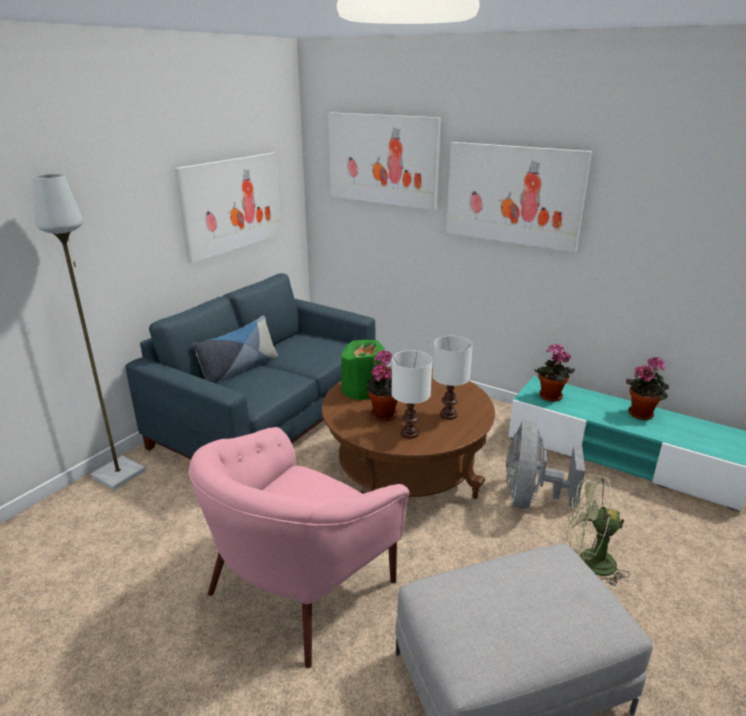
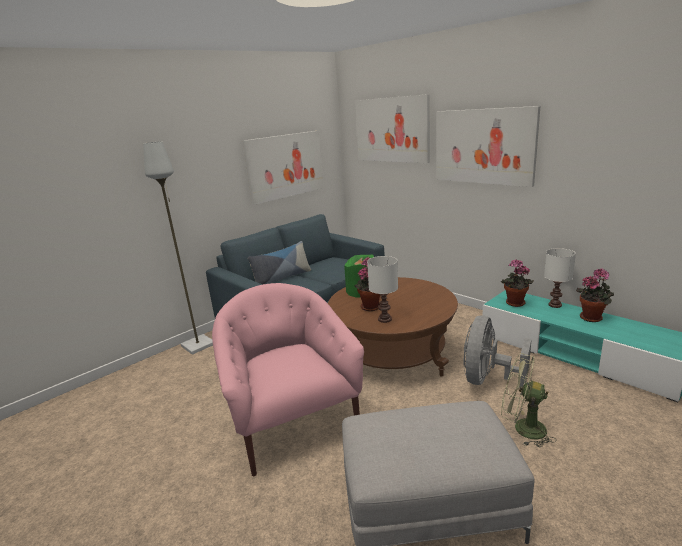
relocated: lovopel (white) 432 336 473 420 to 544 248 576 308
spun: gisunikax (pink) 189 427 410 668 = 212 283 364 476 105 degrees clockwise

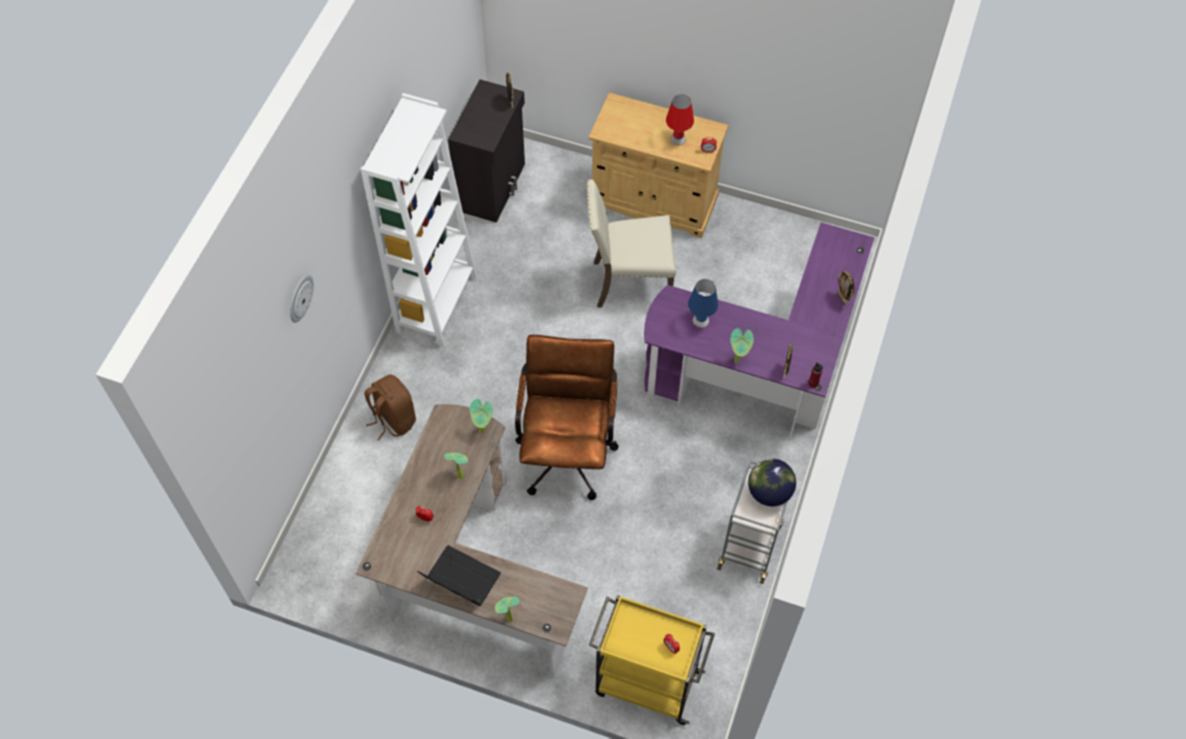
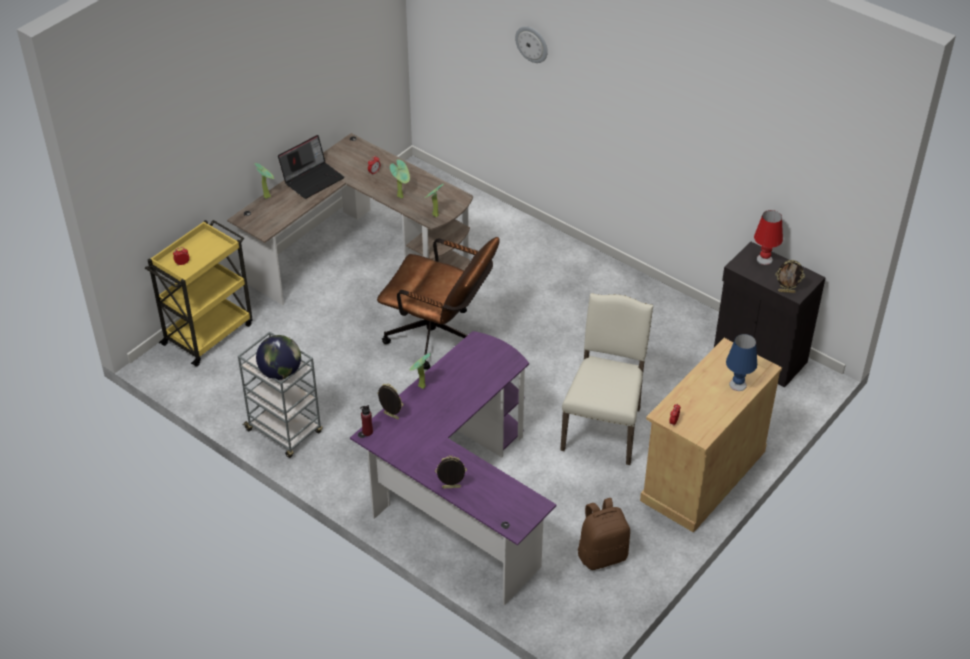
missing: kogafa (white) 361 93 478 347
relocated: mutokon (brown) 365 374 416 440 to 578 498 630 570; lovopel (red) 666 94 694 145 to 754 210 783 265; lovopel (blue) 688 279 718 328 to 726 334 757 391

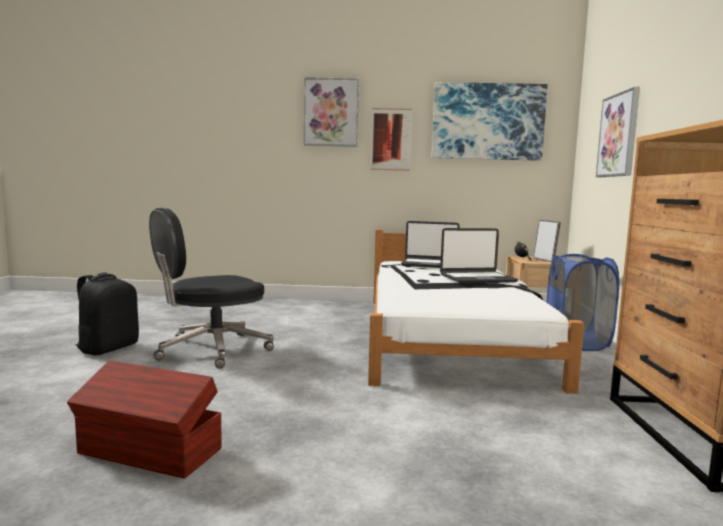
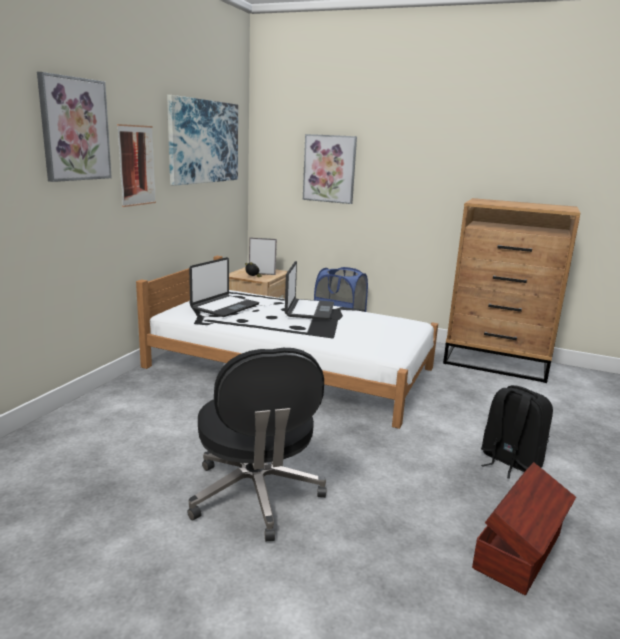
relocated: mutokon (black) 76 273 139 355 to 481 385 553 479

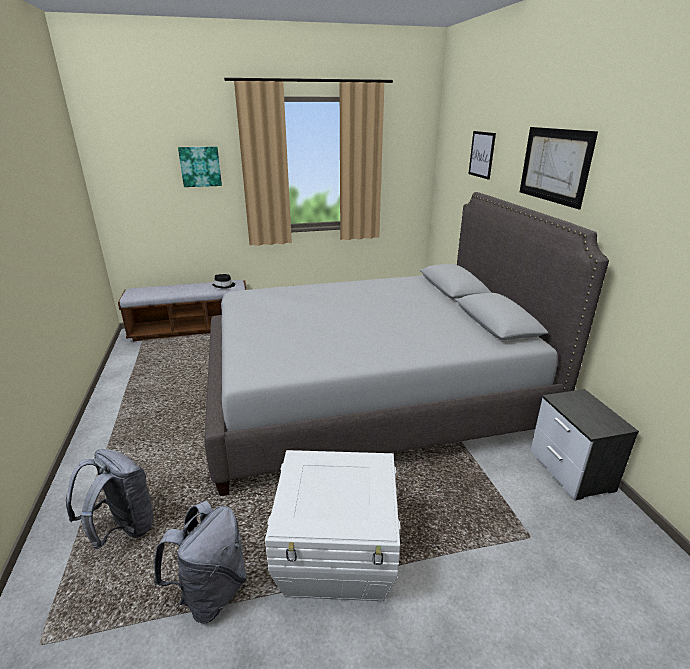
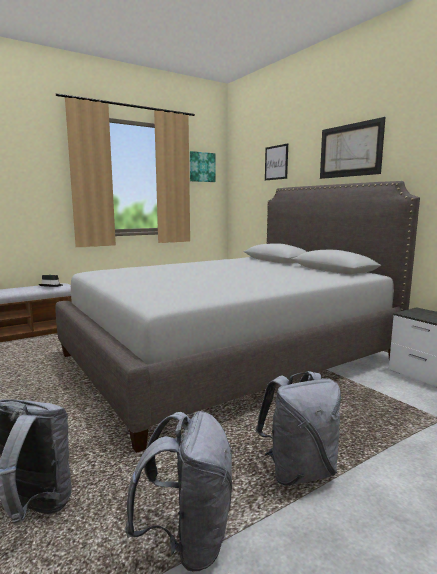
relocated: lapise 178 146 222 187 to 190 151 215 182
exchanged: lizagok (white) 265 450 401 601 to mutokon (grey) 256 371 341 486

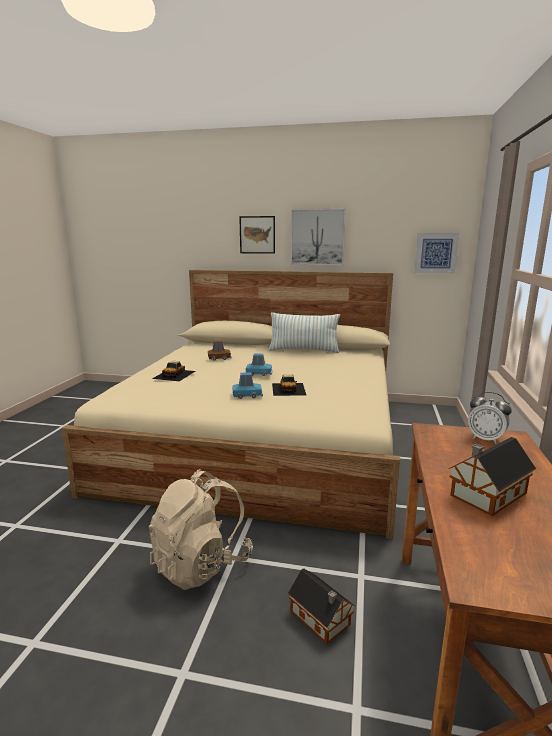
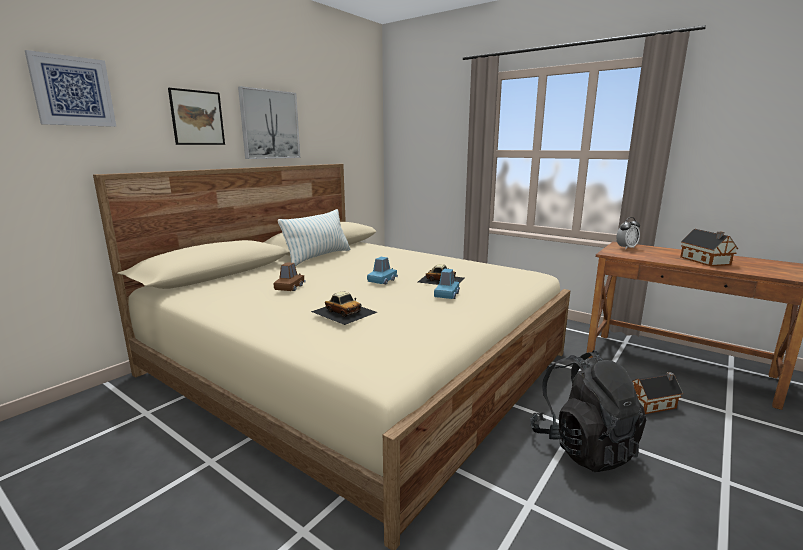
relocated: lapise 414 233 459 274 to 25 50 116 127
colour: mutokon (beige) 149 469 253 590 to mutokon (black) 530 350 646 472

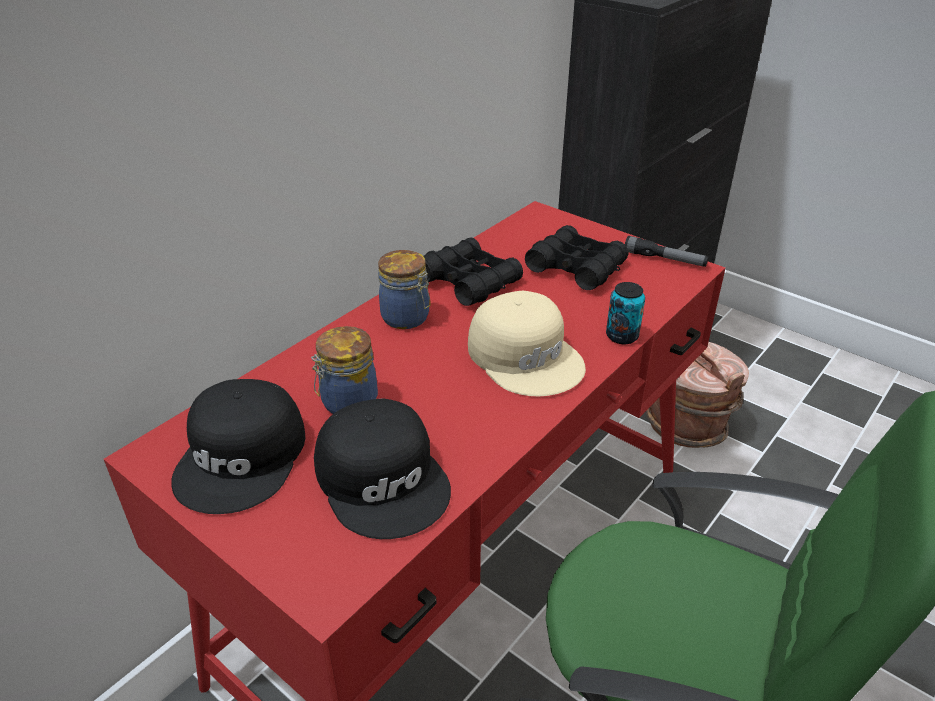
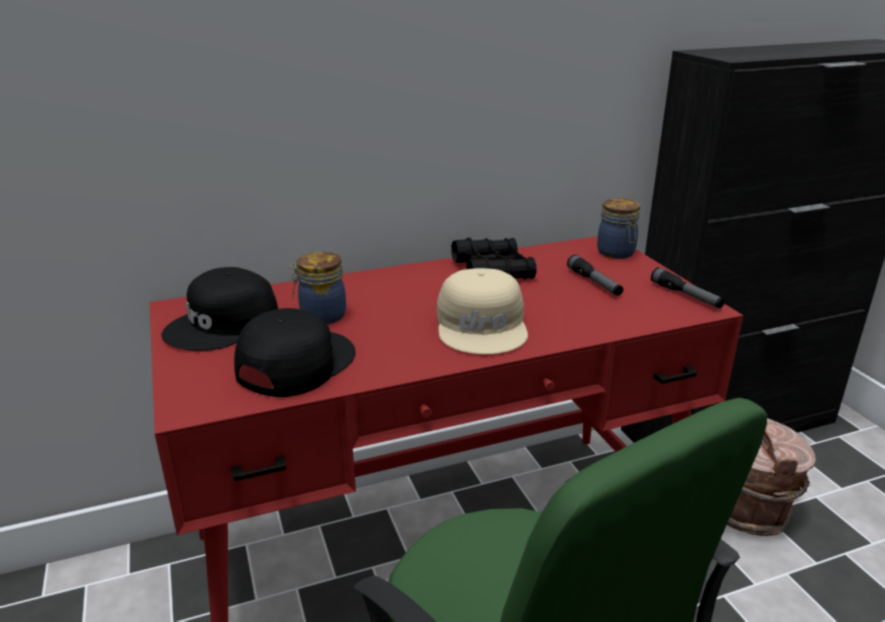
missing: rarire 606 282 645 344
relocated: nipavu 378 250 431 329 to 597 198 640 259
exchanged: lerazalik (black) 525 225 628 290 to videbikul 567 255 623 296
spun: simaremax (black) 314 399 451 539 = 234 308 355 397 150 degrees counterclockwise

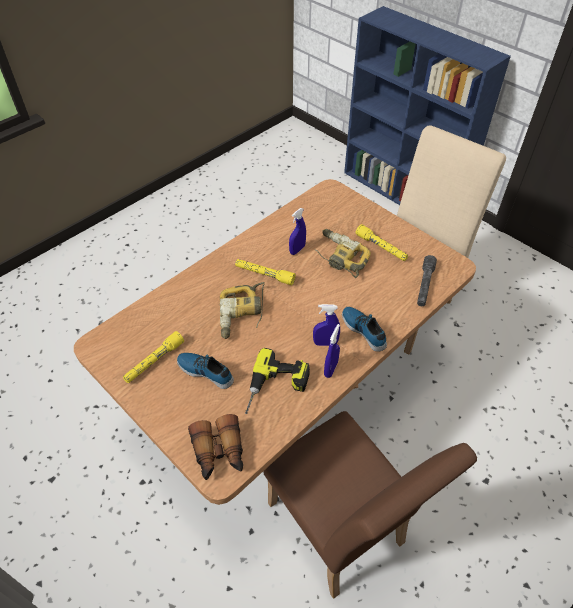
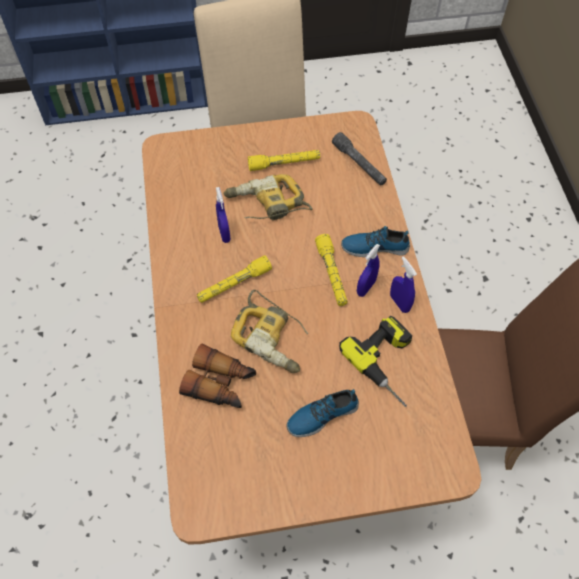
relocated: videbikul (yellow) 123 331 184 383 to 315 234 348 306; lerazalik 188 414 243 480 to 179 344 256 408

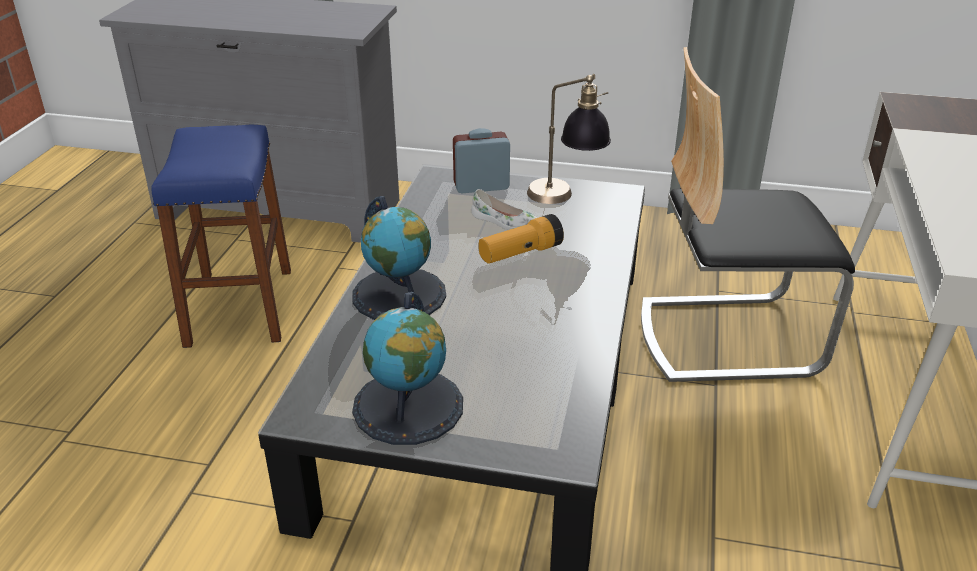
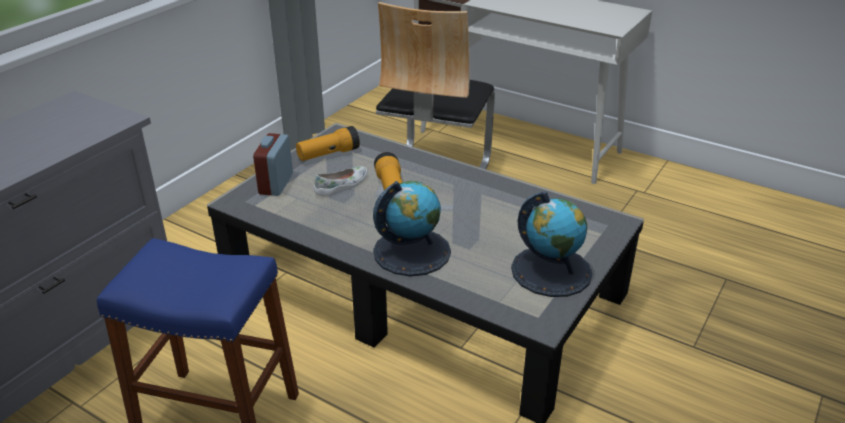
exchanged: lovopel 527 74 611 204 to videbikul 296 126 360 161

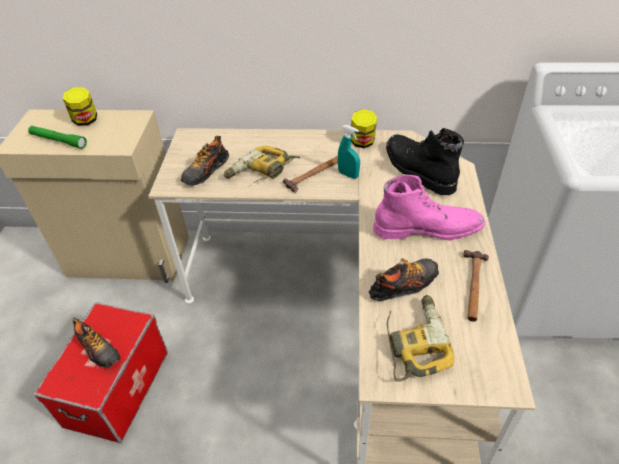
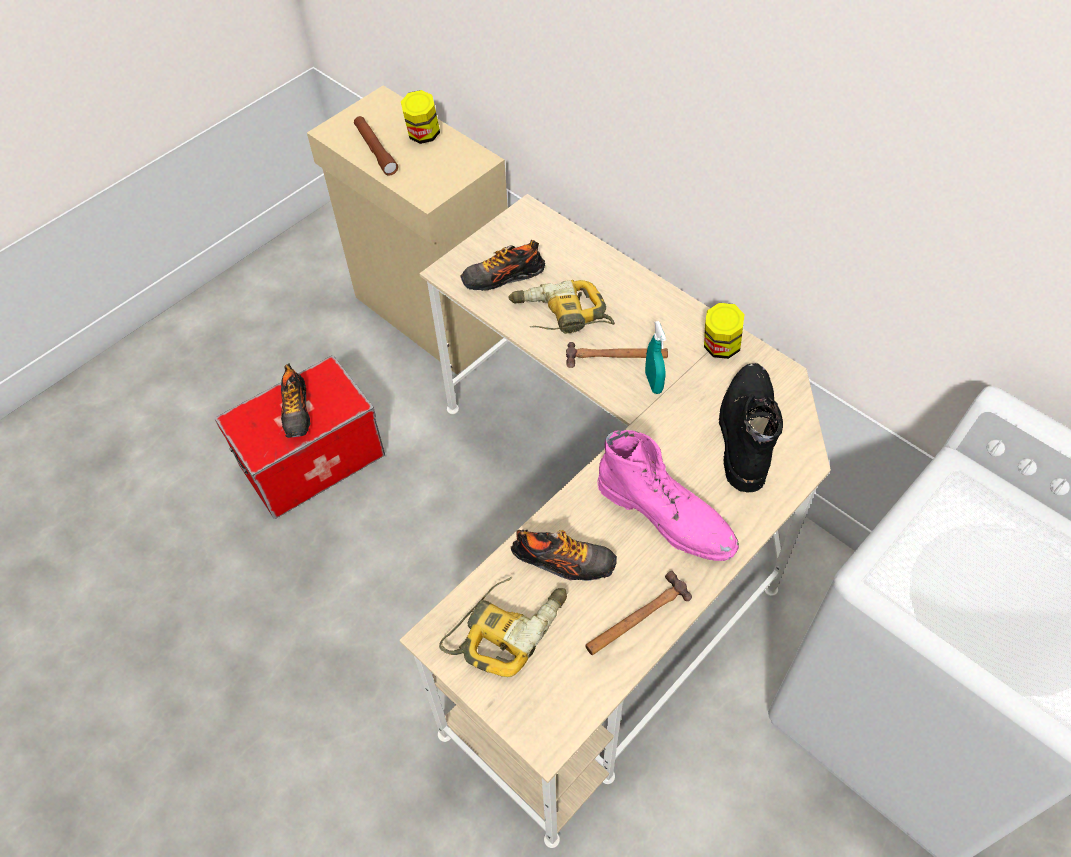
colour: videbikul (green) 28 126 87 149 to videbikul (brown) 354 116 398 176

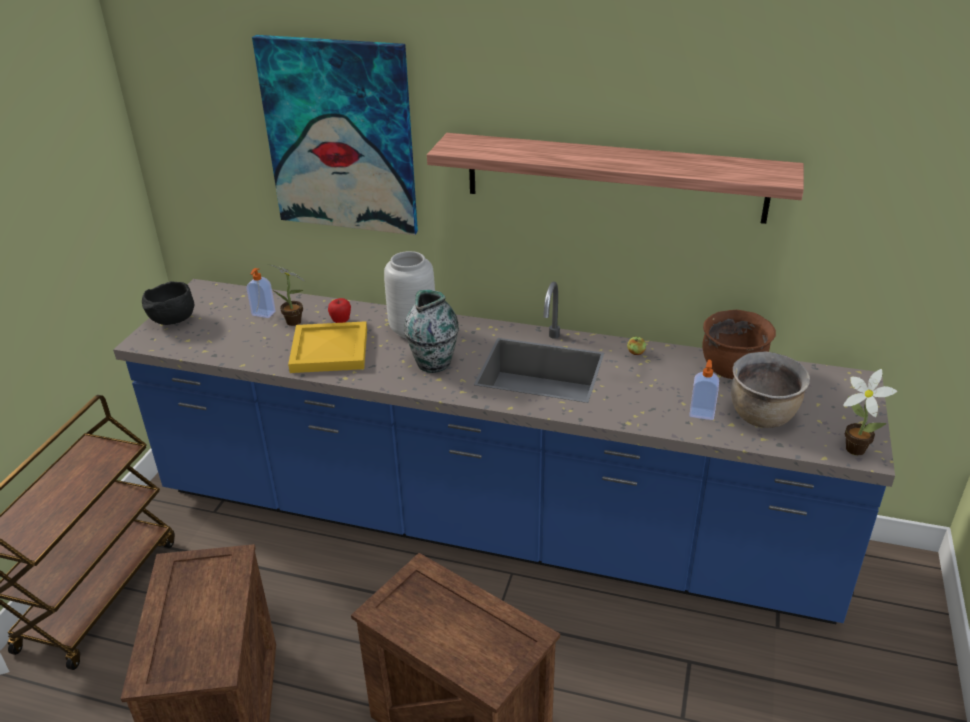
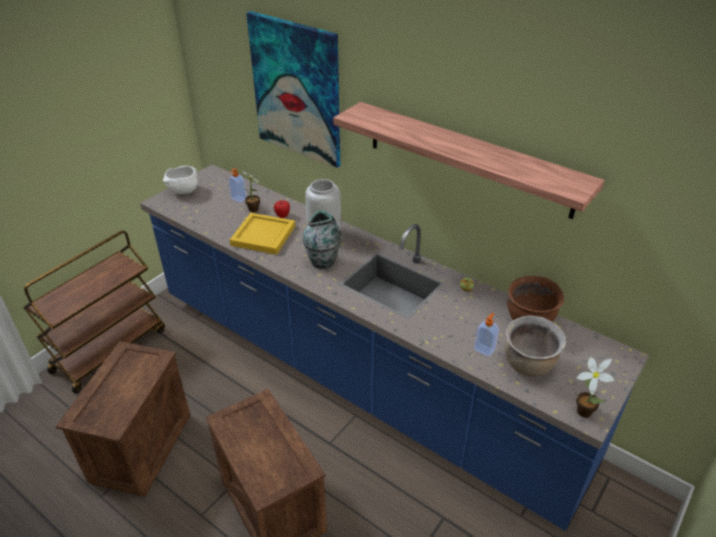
colour: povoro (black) 142 281 194 325 to povoro (white) 163 165 198 194

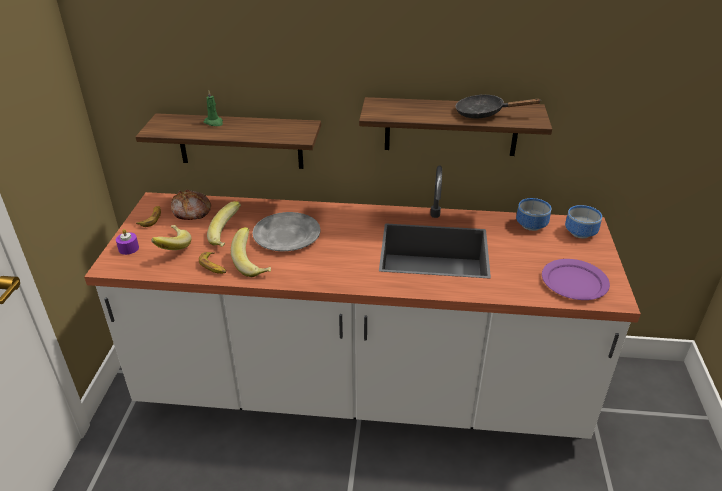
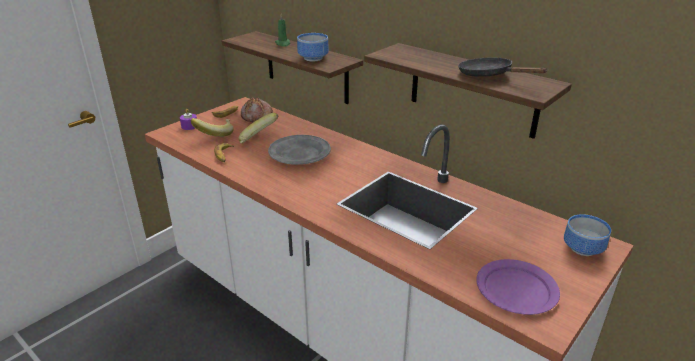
missing: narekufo 231 227 271 277
relocated: povoro 516 198 551 231 to 297 33 329 62

